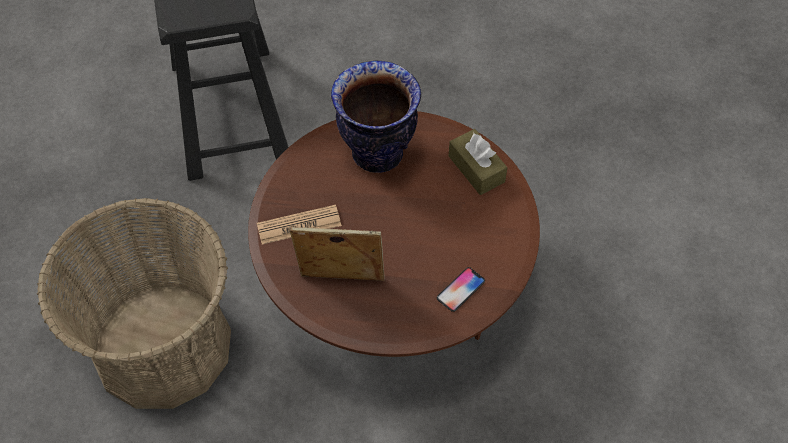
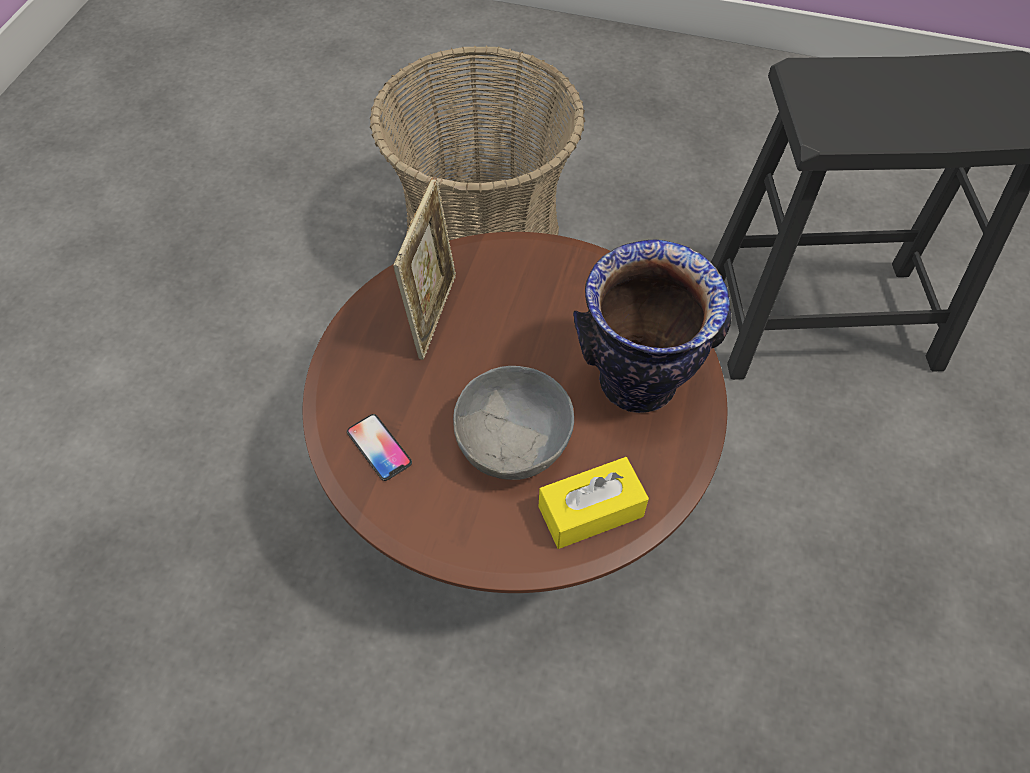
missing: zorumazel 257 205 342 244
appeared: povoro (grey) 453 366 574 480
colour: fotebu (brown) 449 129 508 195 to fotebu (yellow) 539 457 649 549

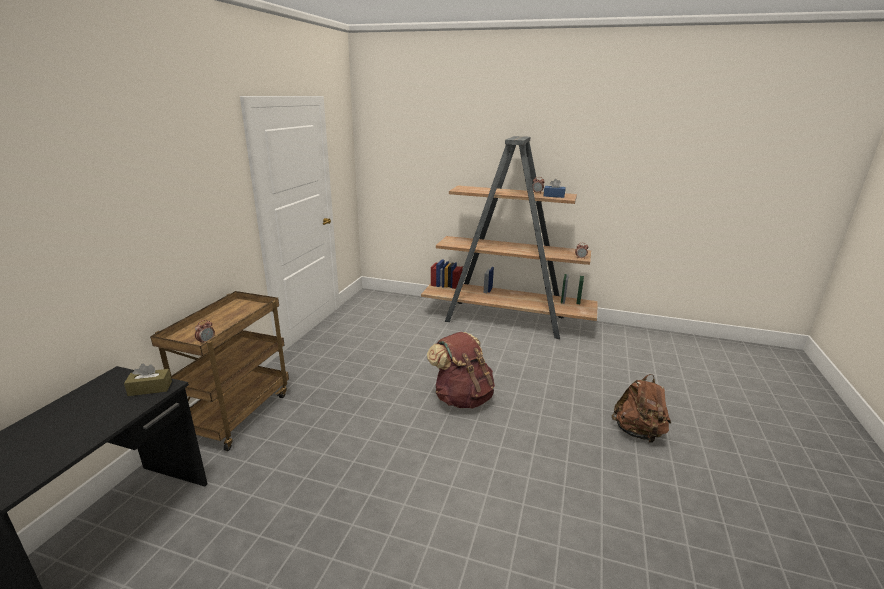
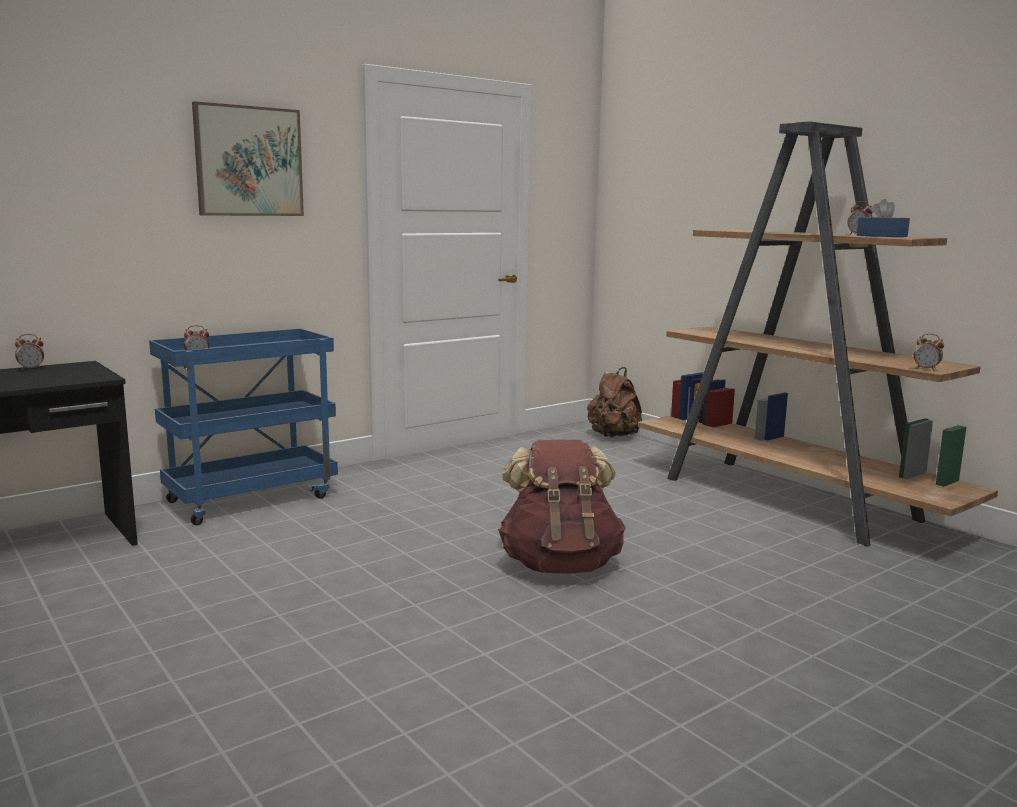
missing: fotebu (brown) 124 363 172 396
appeared: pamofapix 15 334 44 370; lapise 192 101 304 216
relocated: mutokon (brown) 611 374 671 443 to 587 367 642 438
colour: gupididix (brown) 150 291 289 451 to gupididix (blue) 149 328 338 525

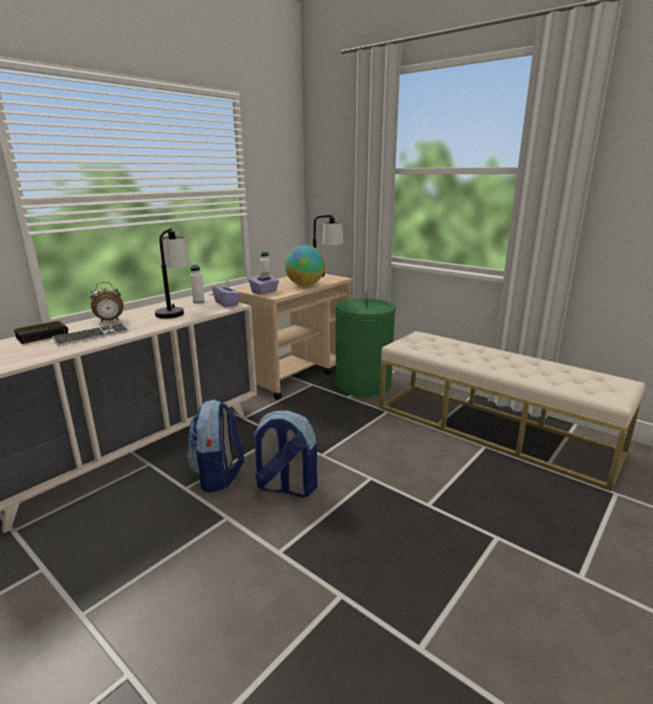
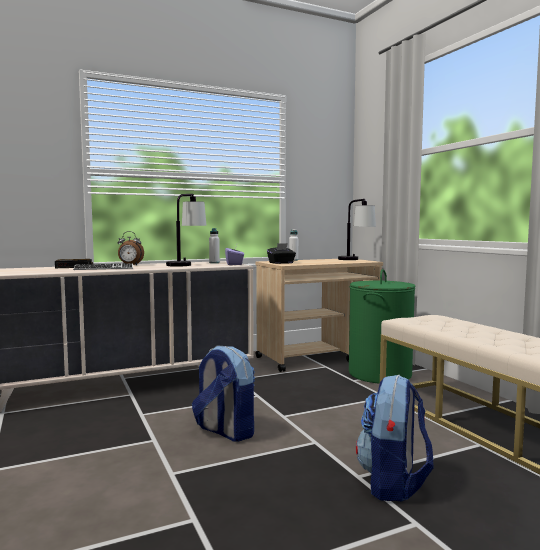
missing: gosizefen 285 245 325 286
relocated: mutokon 187 399 244 493 to 356 374 433 502
colour: fotebu (purple) 249 271 279 295 to fotebu (black) 267 243 296 264

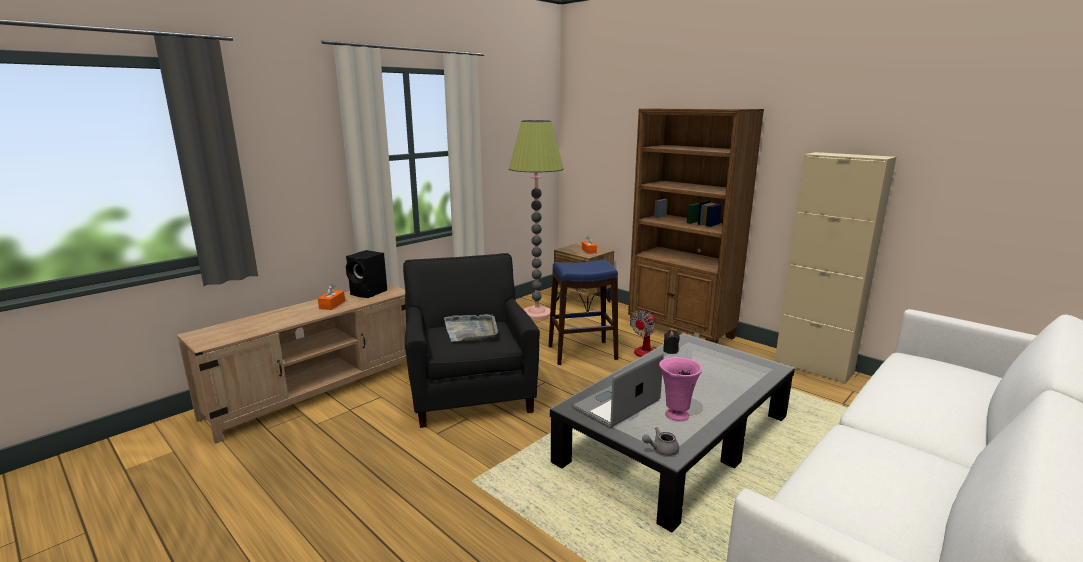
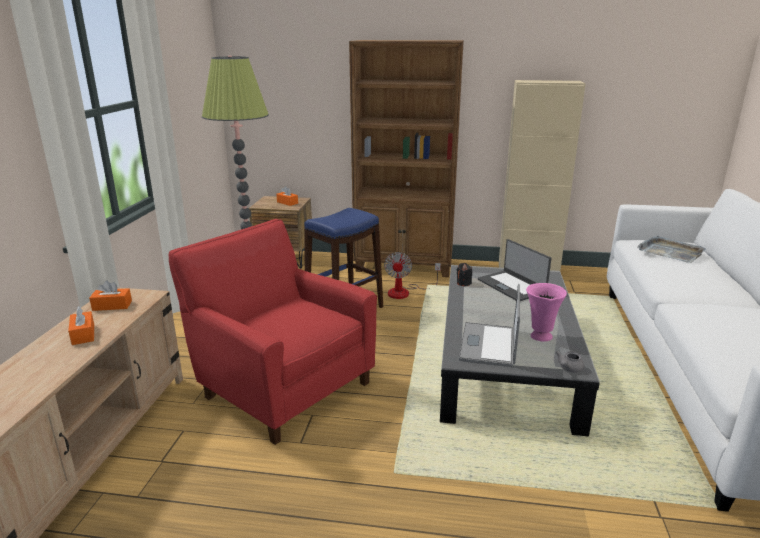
appeared: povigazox 478 239 551 301
relocated: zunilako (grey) 444 314 498 341 to 637 235 705 263
exchanged: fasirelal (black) 346 250 387 298 to fotebu (orange) 89 280 132 311
colour: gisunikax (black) 403 253 540 428 to gisunikax (red) 168 219 377 445

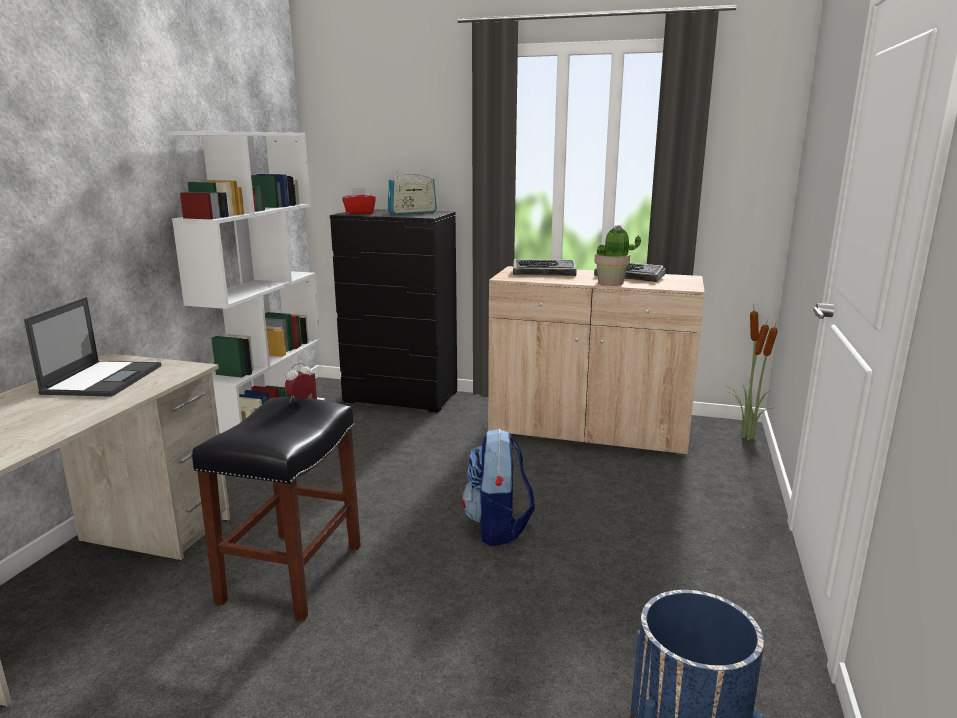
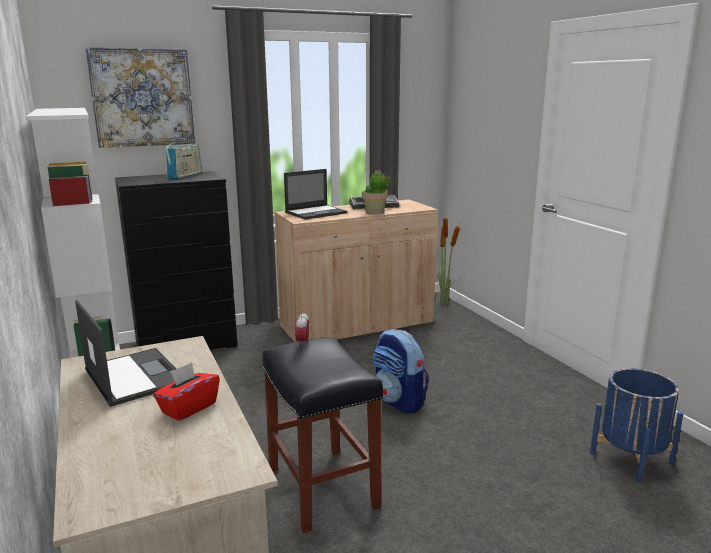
appeared: lapise 85 47 195 148
relocated: fotebu (red) 342 188 376 214 to 153 362 220 421
exchanged: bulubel 513 259 577 276 to povigazox 284 169 347 220

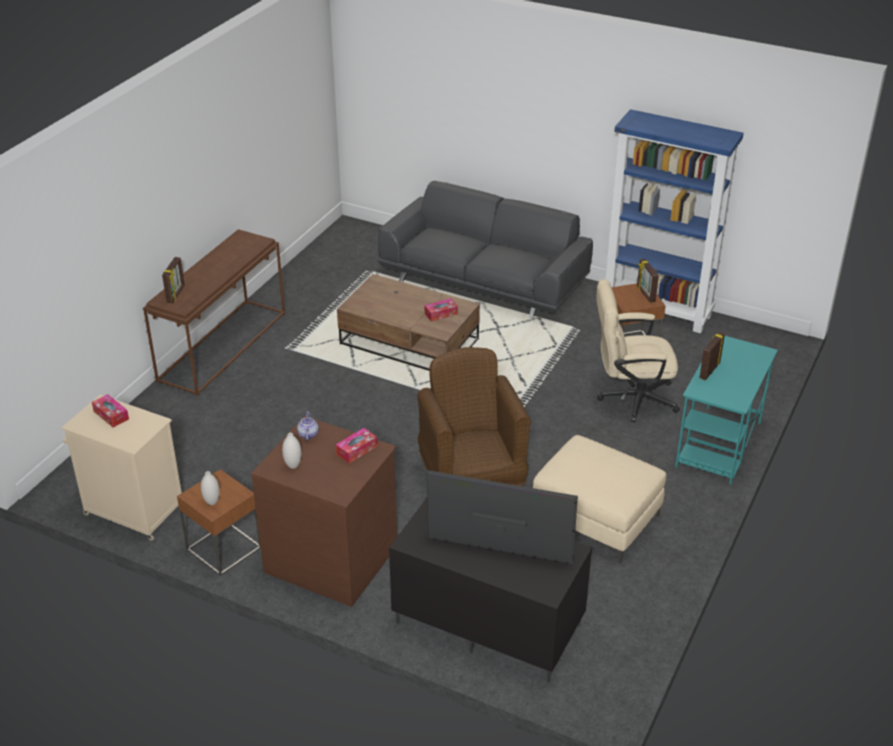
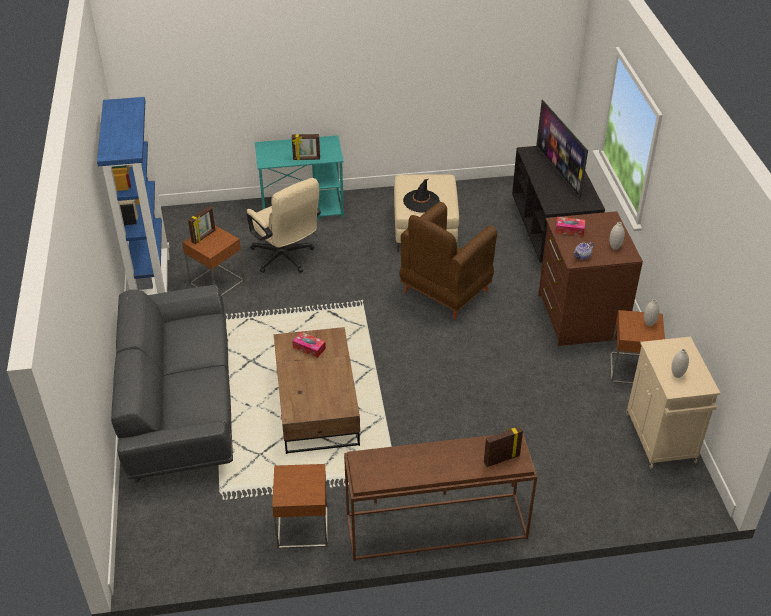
appeared: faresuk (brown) 272 464 327 549; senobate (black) 403 179 440 213
exchanged: fotebu 92 394 129 427 to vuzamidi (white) 671 349 689 378

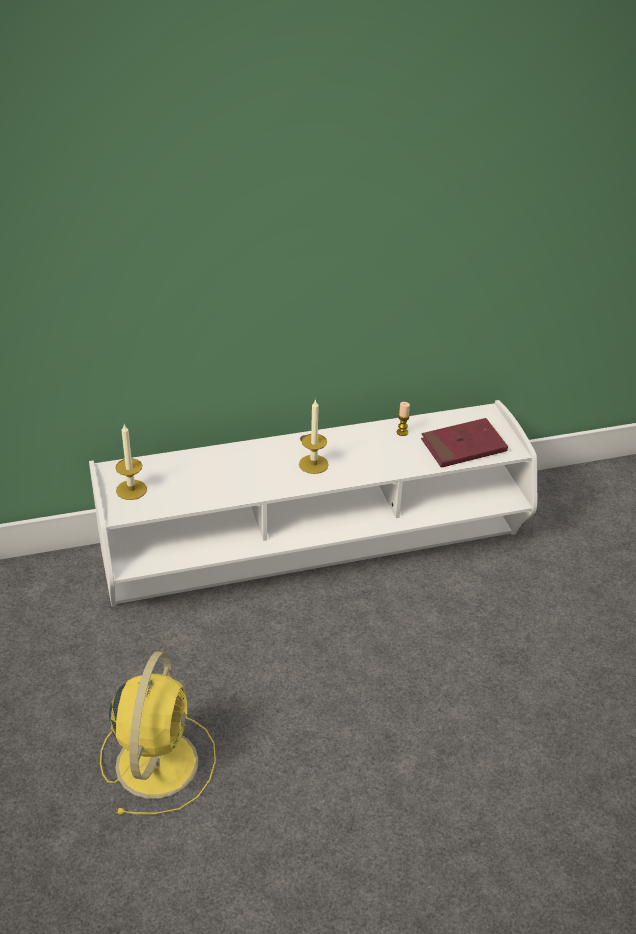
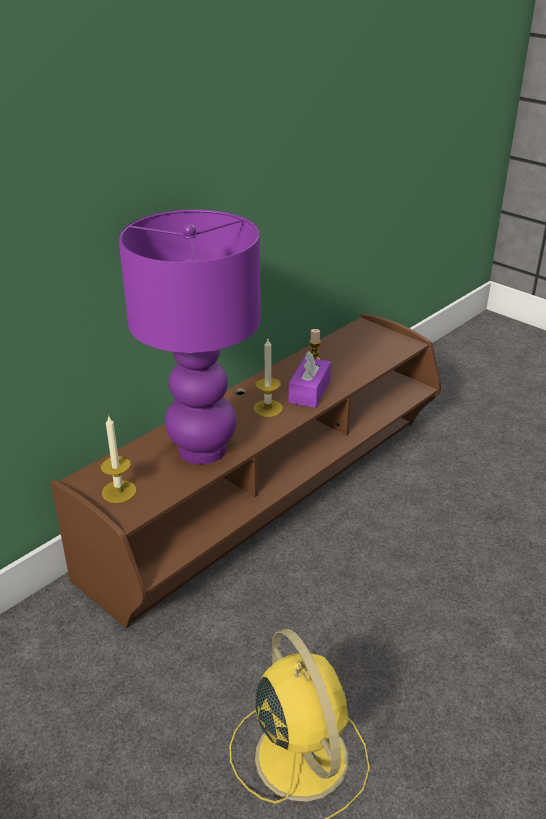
missing: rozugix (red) 421 418 508 468
appeared: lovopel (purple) 118 209 261 464; fotebu (purple) 289 351 331 408
colour: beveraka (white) 89 400 537 607 to beveraka (brown) 51 313 441 629

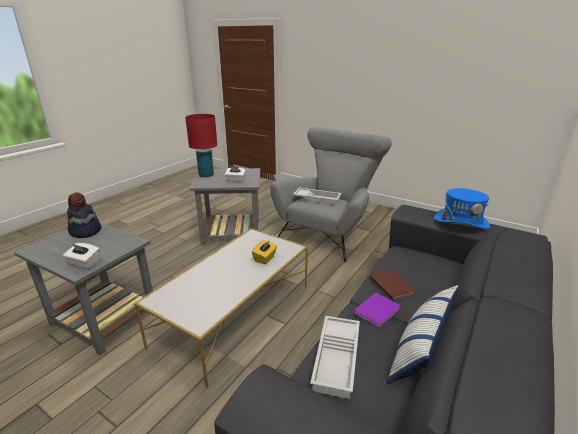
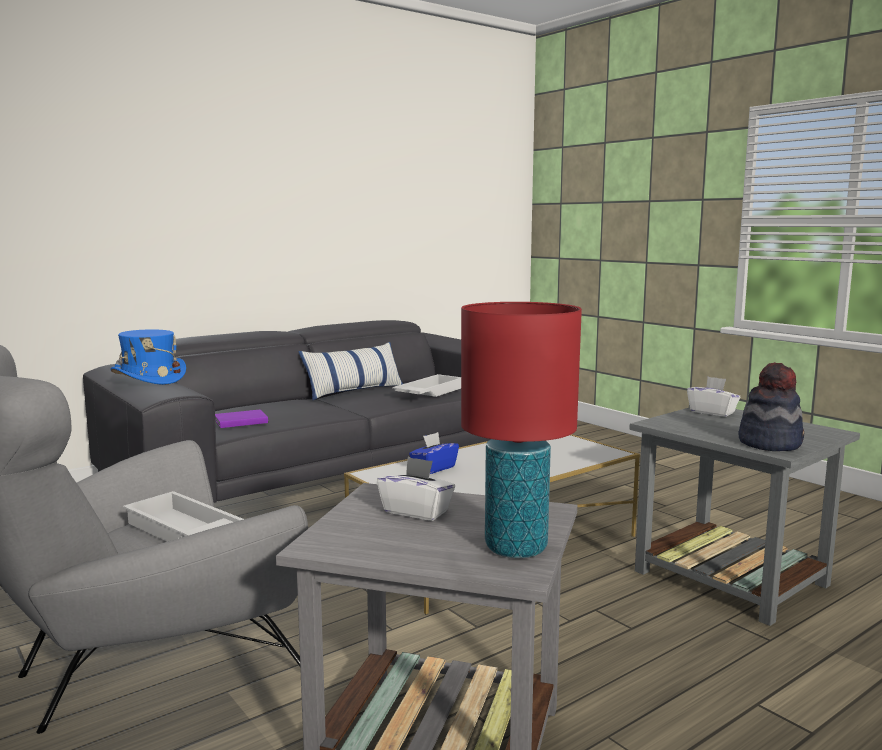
missing: rozugix (brown) 370 269 415 300
relocated: rozugix (purple) 354 293 401 329 to 215 409 268 428
colour: fotebu (yellow) 252 240 277 264 to fotebu (blue) 409 432 459 474

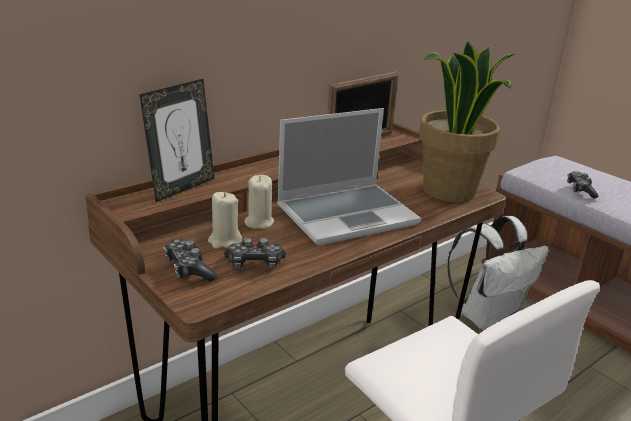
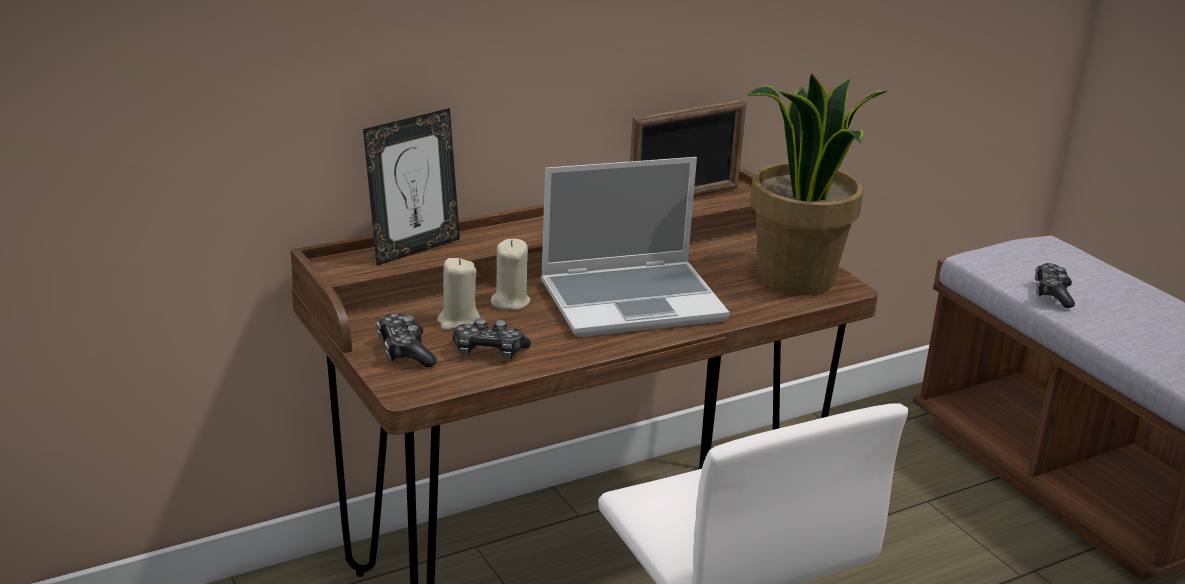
missing: mutokon (white) 447 216 549 331

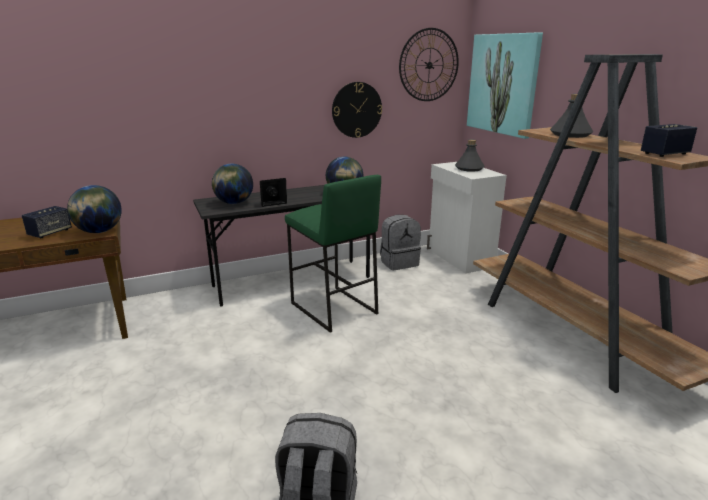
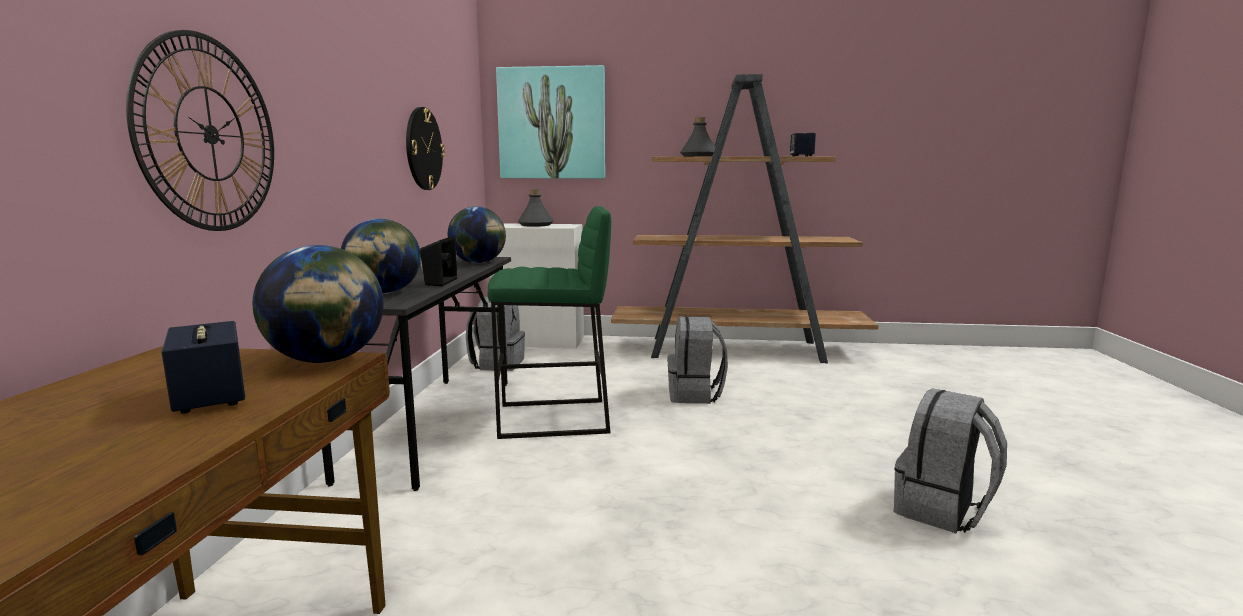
appeared: mutokon (grey) 667 316 728 404
relocated: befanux 399 28 459 101 to 126 30 274 231

